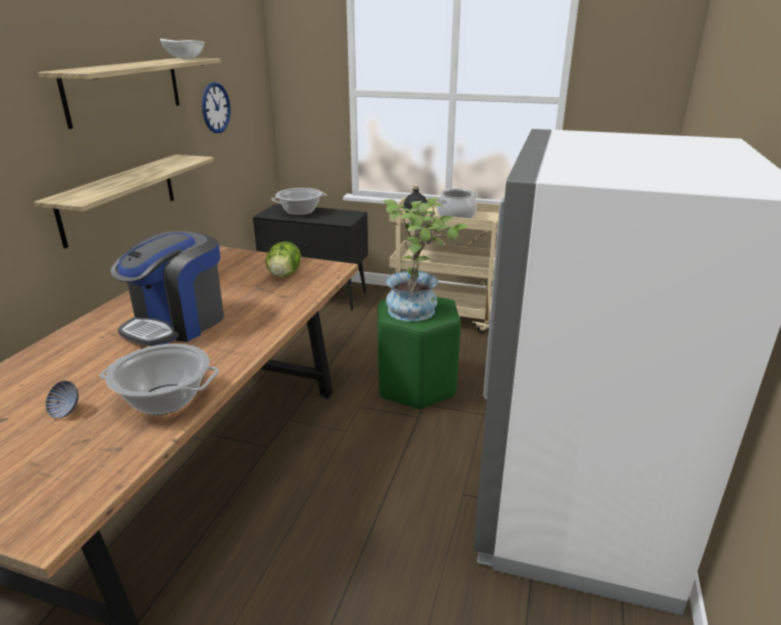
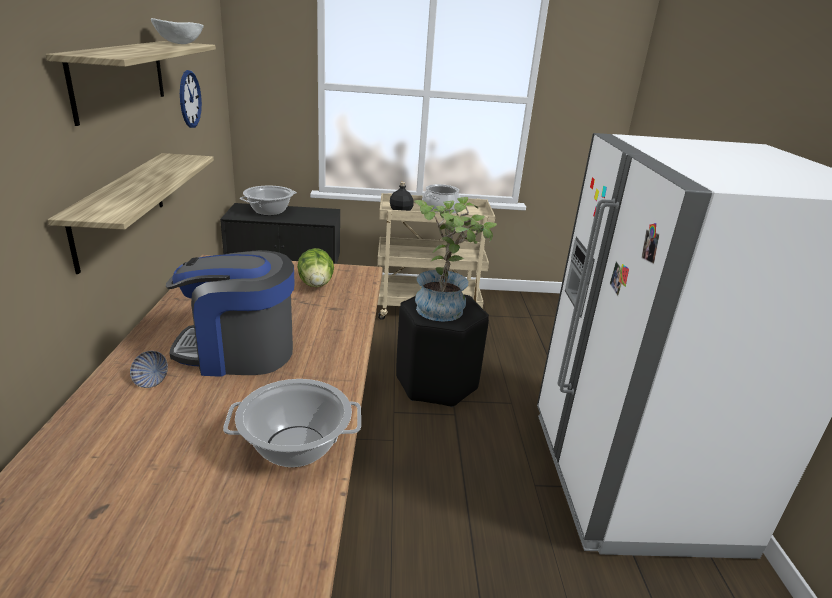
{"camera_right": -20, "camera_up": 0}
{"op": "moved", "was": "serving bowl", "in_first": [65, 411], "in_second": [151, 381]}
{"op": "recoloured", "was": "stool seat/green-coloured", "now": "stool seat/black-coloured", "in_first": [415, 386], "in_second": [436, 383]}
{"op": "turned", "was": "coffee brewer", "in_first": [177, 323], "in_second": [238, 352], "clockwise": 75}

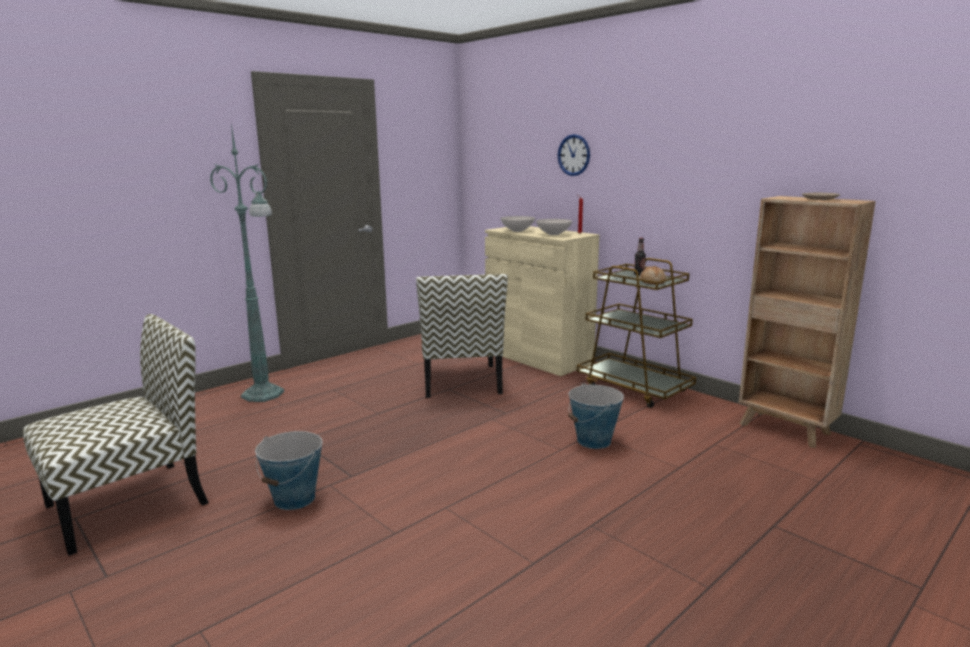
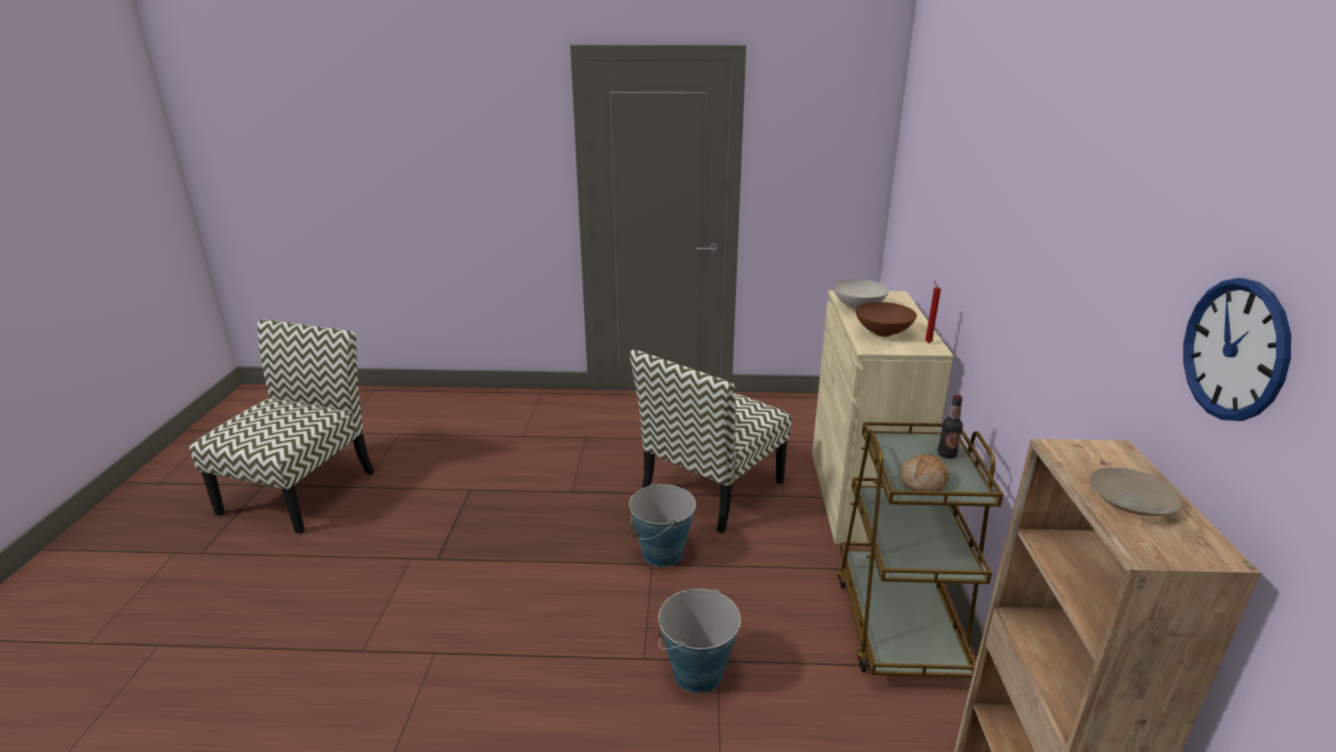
{"camera_right": 45, "camera_up": 10}
{"op": "removed", "was": "standard lamp/green-coloured", "in_first": [264, 395]}
{"op": "moved", "was": "water bucket", "in_first": [295, 499], "in_second": [662, 553]}
{"op": "moved", "was": "wall clock", "in_first": [574, 155], "in_second": [1235, 349]}
{"op": "recoloured", "was": "serving bowl/white-coloured", "now": "serving bowl/brown-coloured", "in_first": [553, 234], "in_second": [883, 332]}
{"op": "turned", "was": "chair", "in_first": [130, 503], "in_second": [300, 490], "clockwise": -75}

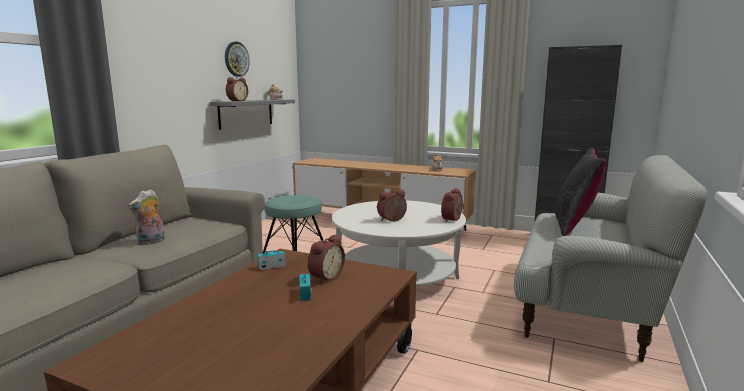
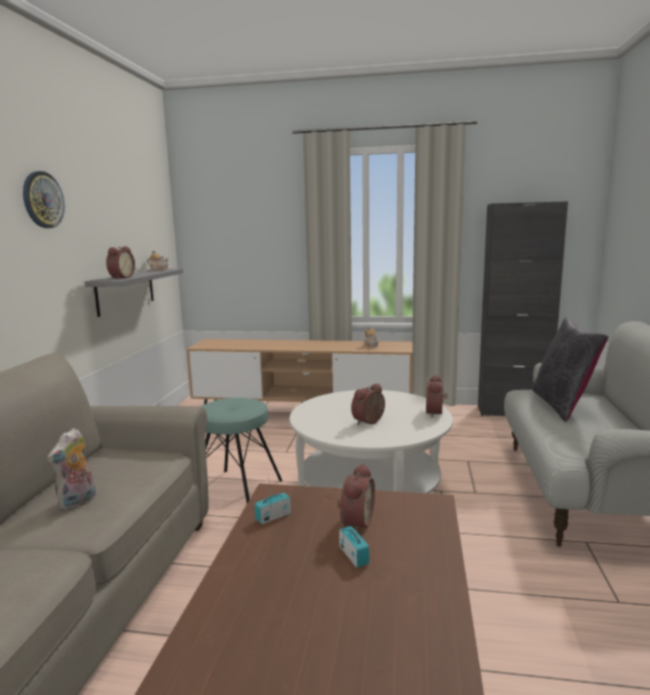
{"camera_right": -15, "camera_up": 0}
{"op": "moved", "was": "wall clock", "in_first": [236, 59], "in_second": [42, 200]}

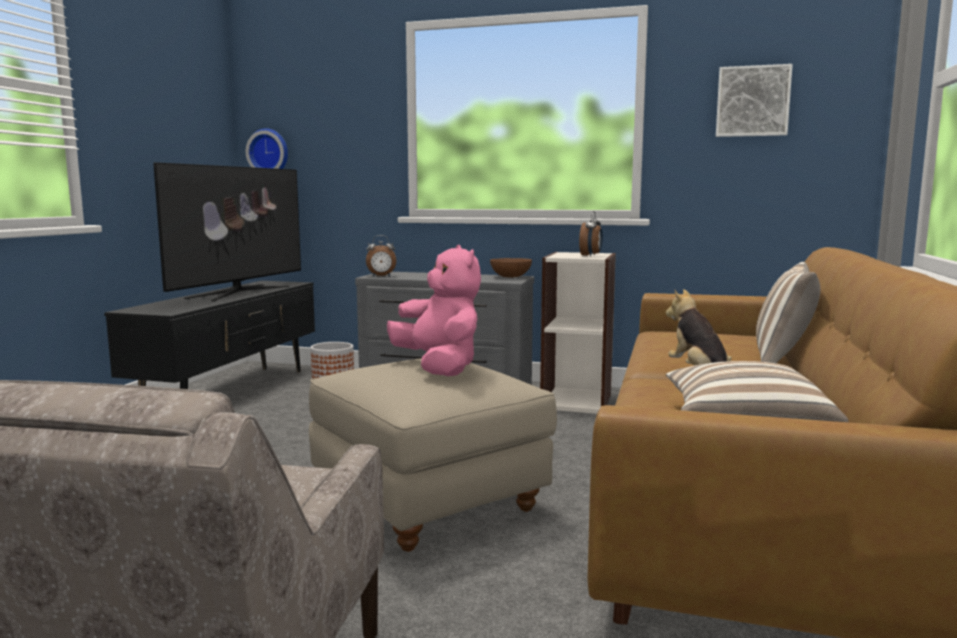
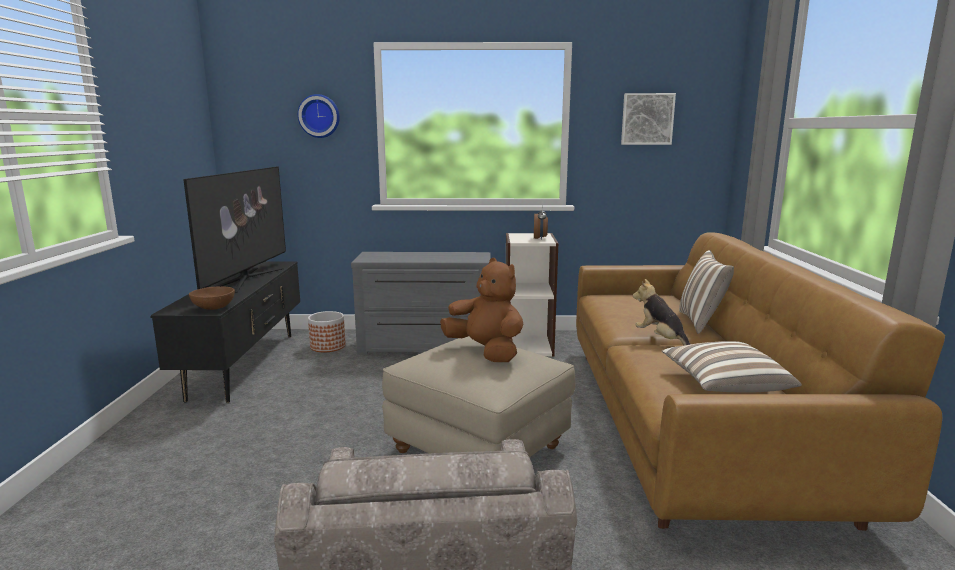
{"camera_right": -15, "camera_up": 5}
{"op": "removed", "was": "table clock", "in_first": [381, 276]}
{"op": "moved", "was": "wall clock", "in_first": [269, 153], "in_second": [319, 116]}
{"op": "moved", "was": "serving bowl/brown-coloured", "in_first": [511, 277], "in_second": [214, 308]}
{"op": "recoloured", "was": "plush toy/pink", "now": "plush toy/brown-coloured", "in_first": [439, 367], "in_second": [486, 352]}

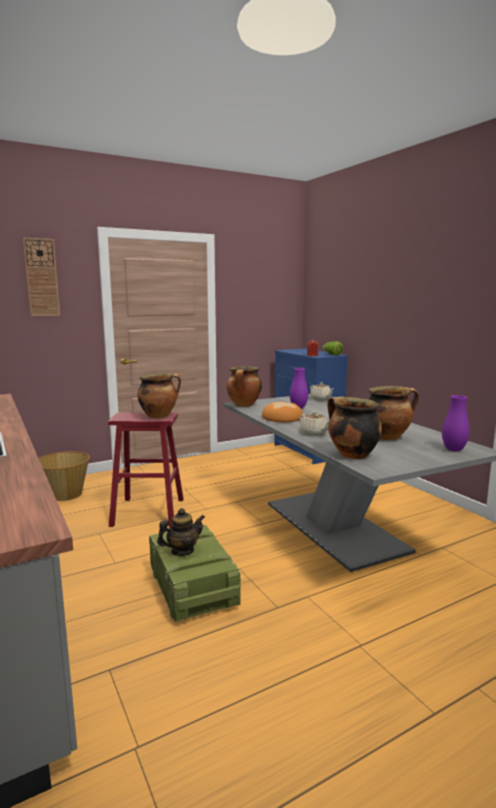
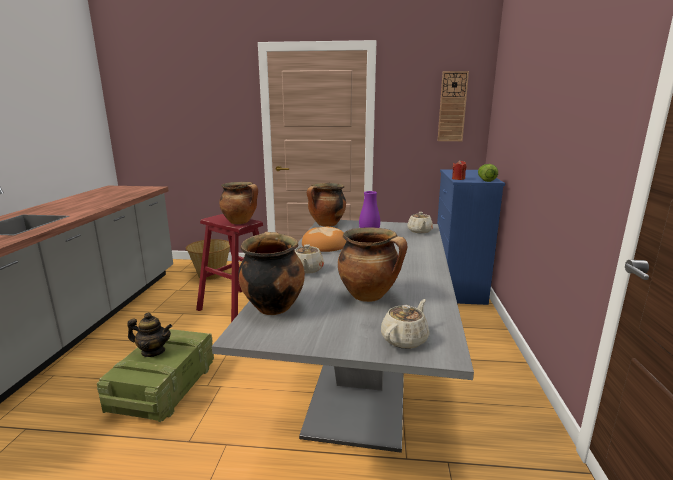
{"camera_right": 35, "camera_up": 5}
{"op": "moved", "was": "wall clock", "in_first": [41, 277], "in_second": [452, 107]}
{"op": "replaced", "was": "flower vase/purplish", "now": "pot for tea/beige", "in_first": [453, 450], "in_second": [405, 339]}

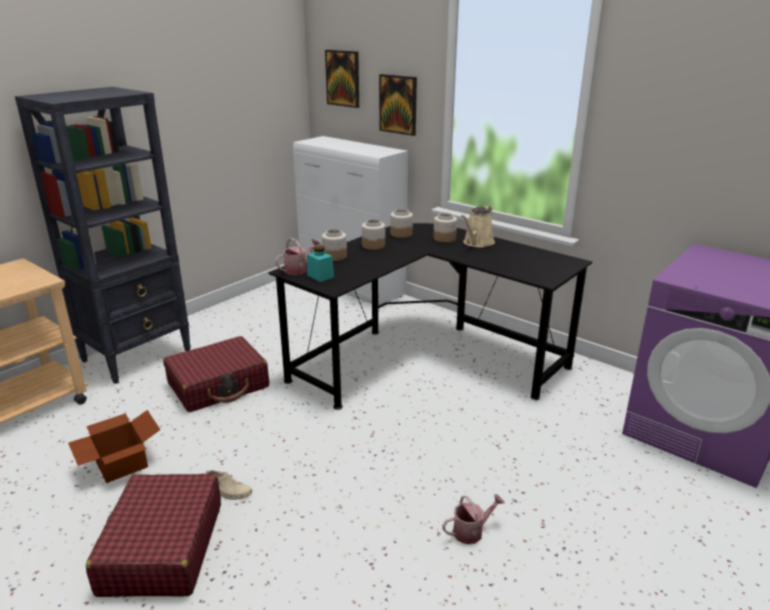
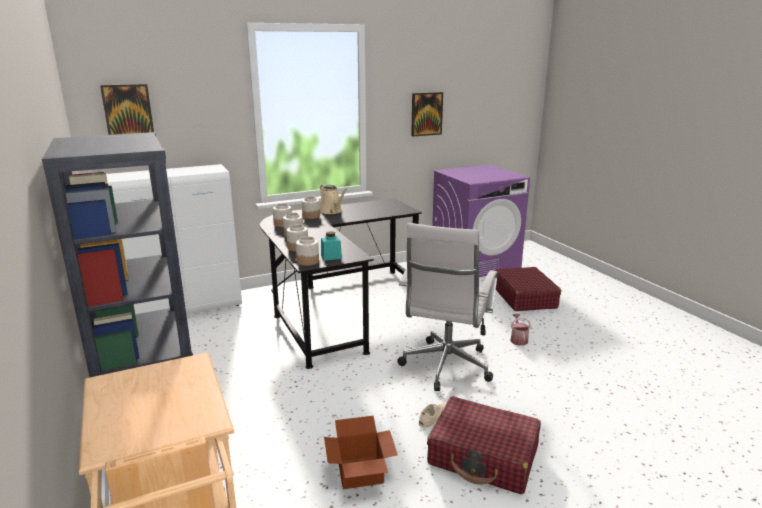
{"camera_right": -65, "camera_up": -5}
{"op": "added", "now": "computer chair/white-coloured", "in_second": [445, 368]}
{"op": "moved", "was": "travel case/red-coloured", "in_first": [219, 385], "in_second": [524, 298]}
{"op": "moved", "was": "picture", "in_first": [398, 104], "in_second": [426, 114]}
{"op": "replaced", "was": "sprinkling can", "now": "jar", "in_first": [298, 269], "in_second": [308, 261]}

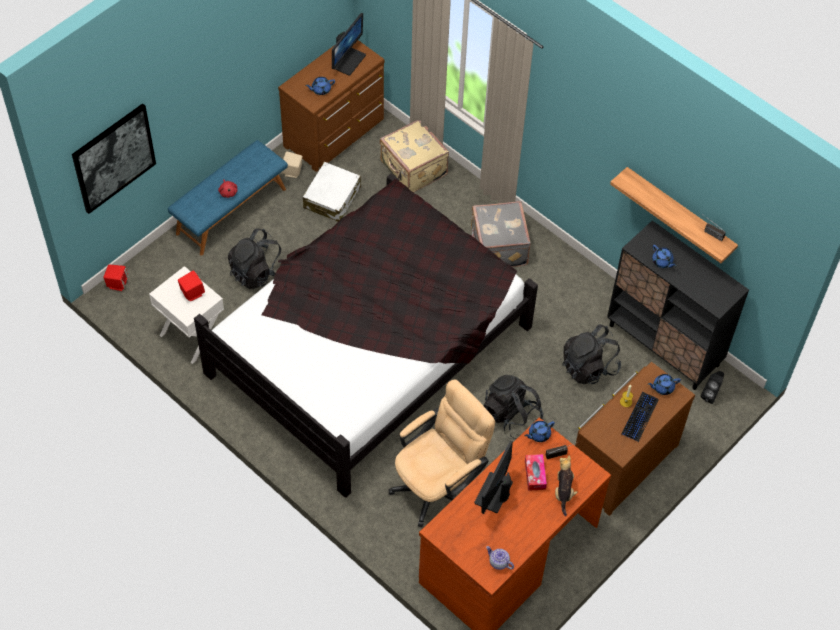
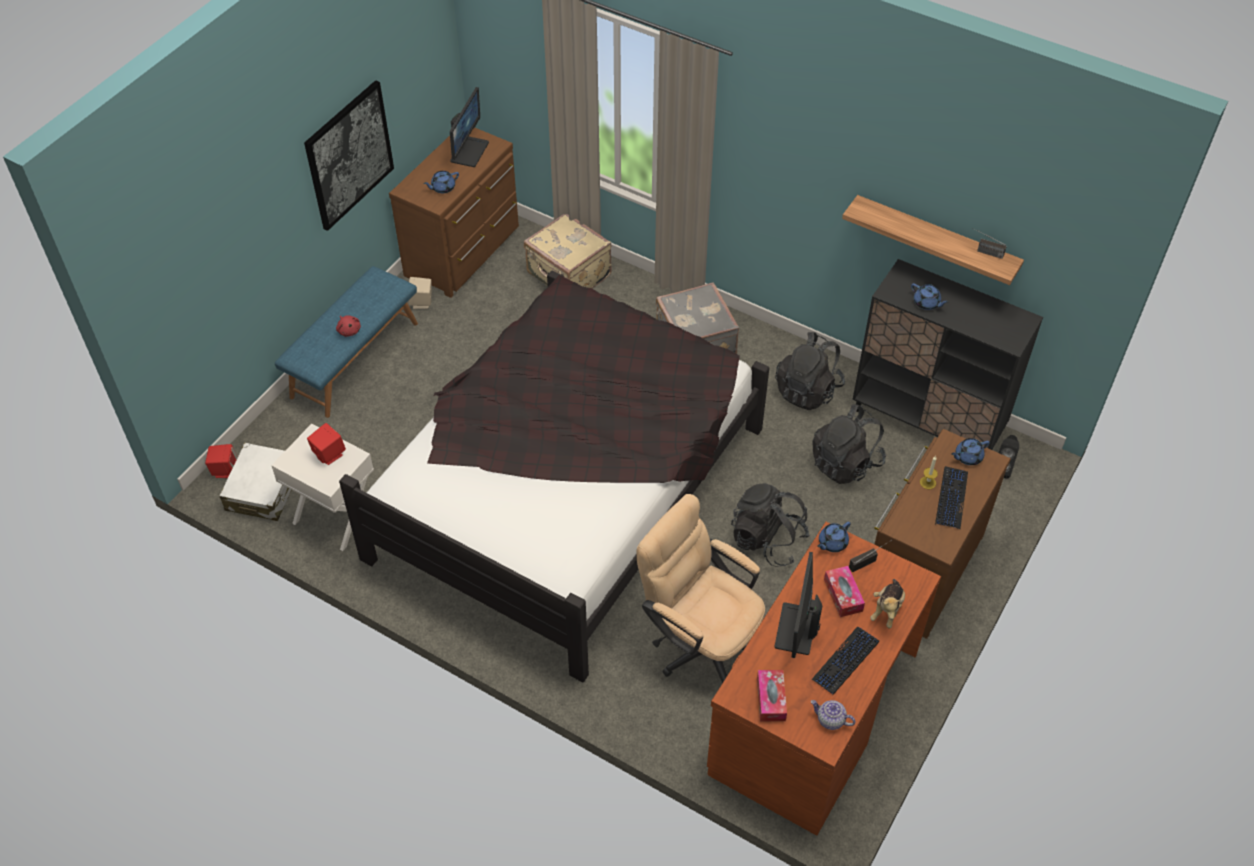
{"camera_right": -10, "camera_up": -5}
{"op": "added", "now": "tissue holder", "in_second": [771, 699]}
{"op": "added", "now": "PC keyboard", "in_second": [845, 661]}
{"op": "moved", "was": "picture", "in_first": [113, 158], "in_second": [349, 155]}
{"op": "moved", "was": "backpack/black-coloured", "in_first": [257, 272], "in_second": [808, 390]}
{"op": "moved", "was": "travel case/white-coloured", "in_first": [332, 198], "in_second": [264, 489]}
{"op": "turned", "was": "computer chair/beige", "in_first": [439, 484], "in_second": [700, 642], "clockwise": -90}
{"op": "turned", "was": "plush toy", "in_first": [563, 491], "in_second": [887, 609], "clockwise": -150}

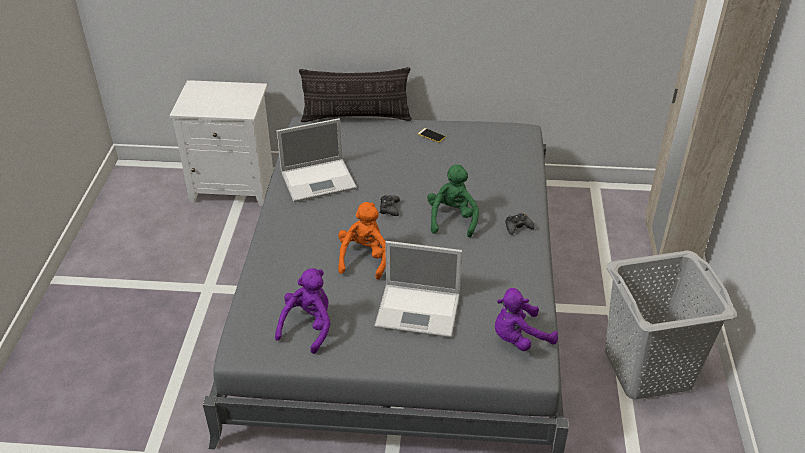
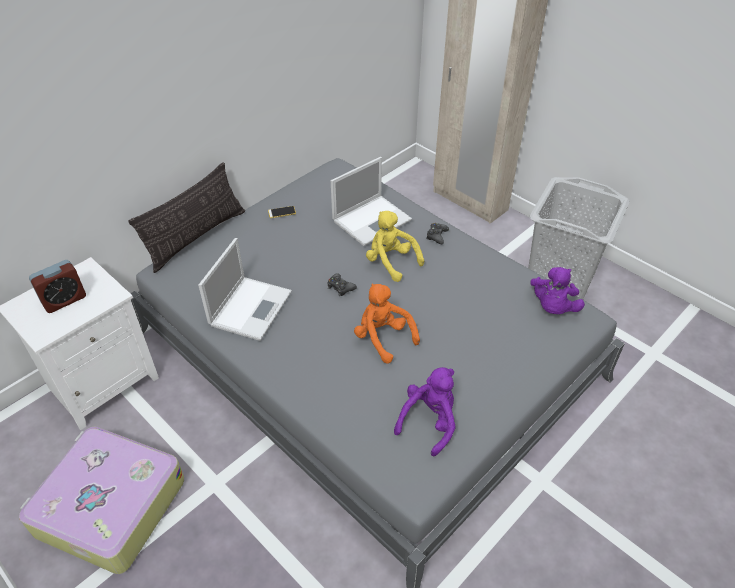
{"camera_right": -50, "camera_up": 5}
{"op": "added", "now": "travel case", "in_second": [109, 507]}
{"op": "added", "now": "table clock", "in_second": [64, 300]}
{"op": "moved", "was": "portable computer", "in_first": [419, 310], "in_second": [372, 219]}
{"op": "recoloured", "was": "plush toy/green-coloured", "now": "plush toy/yellow", "in_first": [452, 219], "in_second": [391, 262]}
{"op": "turned", "was": "plush toy/purplish", "in_first": [308, 326], "in_second": [429, 422], "clockwise": 60}

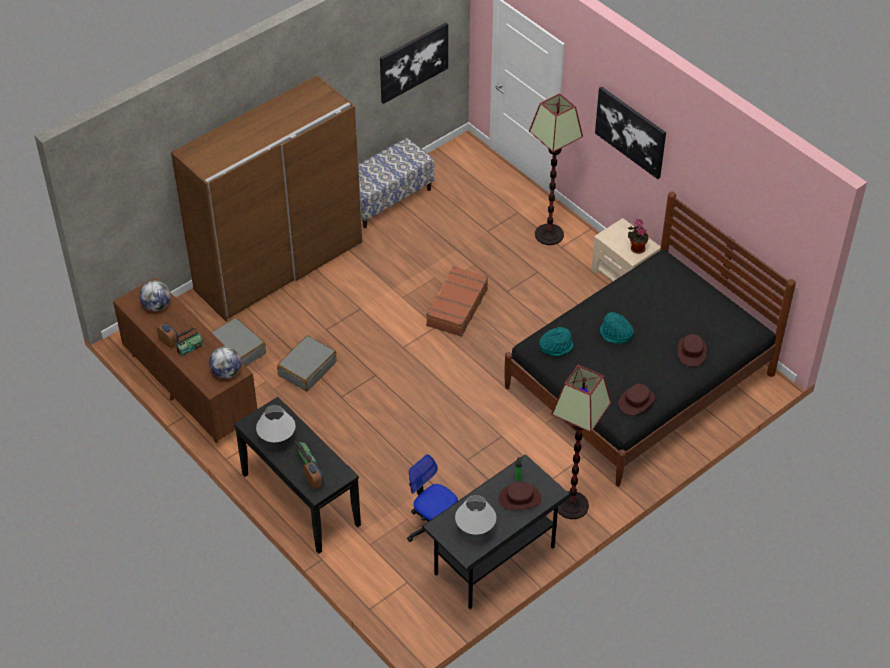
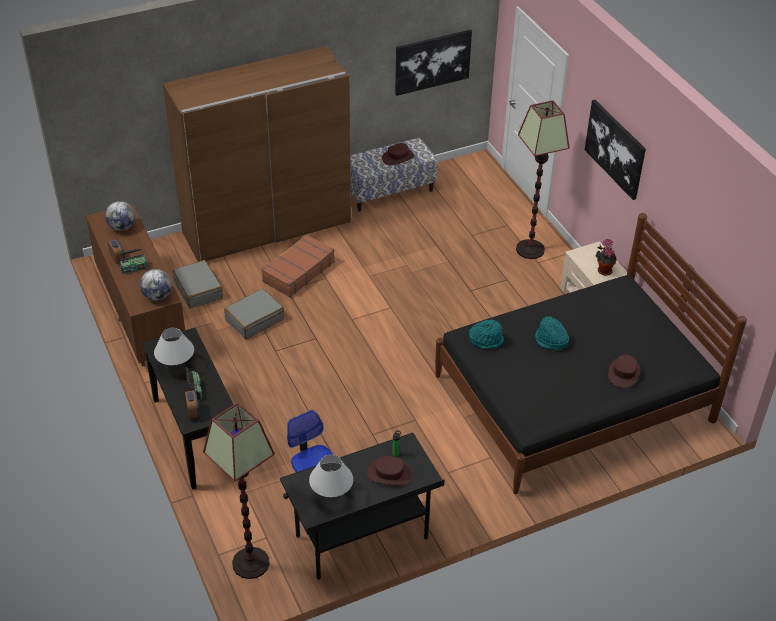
{"camera_right": 15, "camera_up": -5}
{"op": "moved", "was": "travel case/brown-coloured", "in_first": [456, 307], "in_second": [298, 272]}
{"op": "moved", "was": "standard lamp", "in_first": [572, 506], "in_second": [250, 563]}
{"op": "moved", "was": "clothing hat/brown-coloured", "in_first": [636, 401], "in_second": [398, 157]}

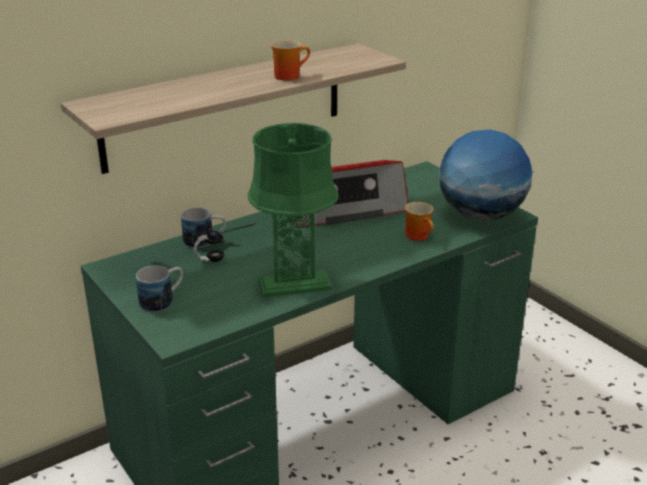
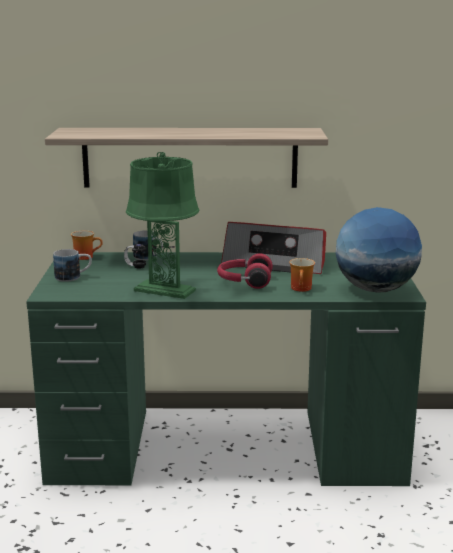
{"camera_right": 35, "camera_up": -10}
{"op": "added", "now": "headphones/red-coloured", "in_second": [244, 282]}
{"op": "moved", "was": "mug", "in_first": [288, 75], "in_second": [86, 256]}

